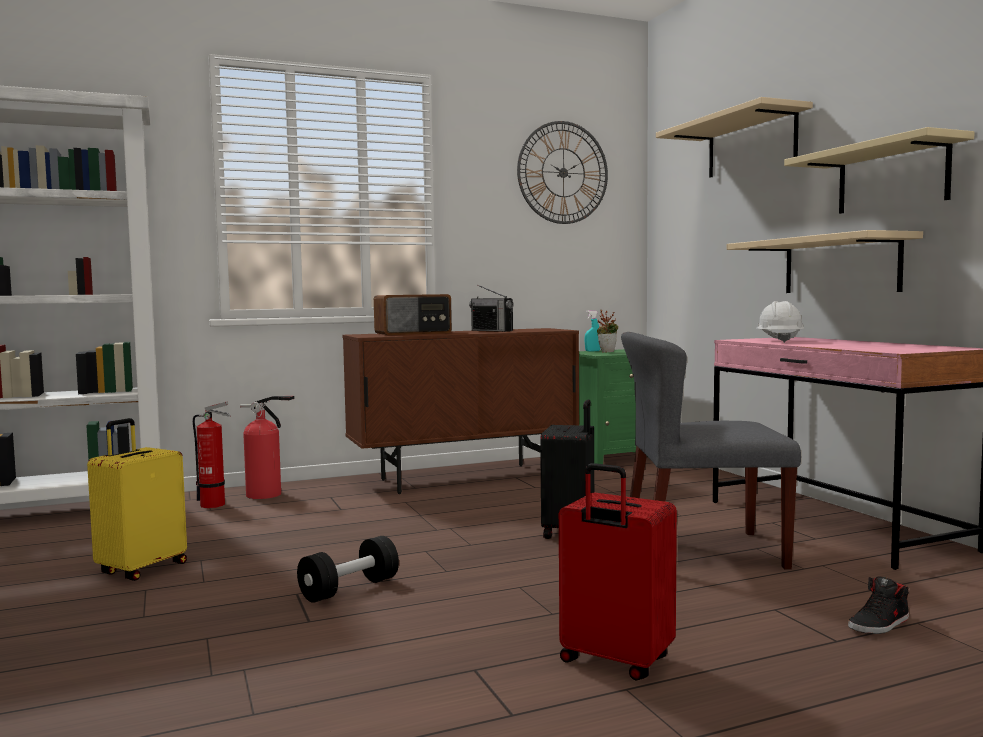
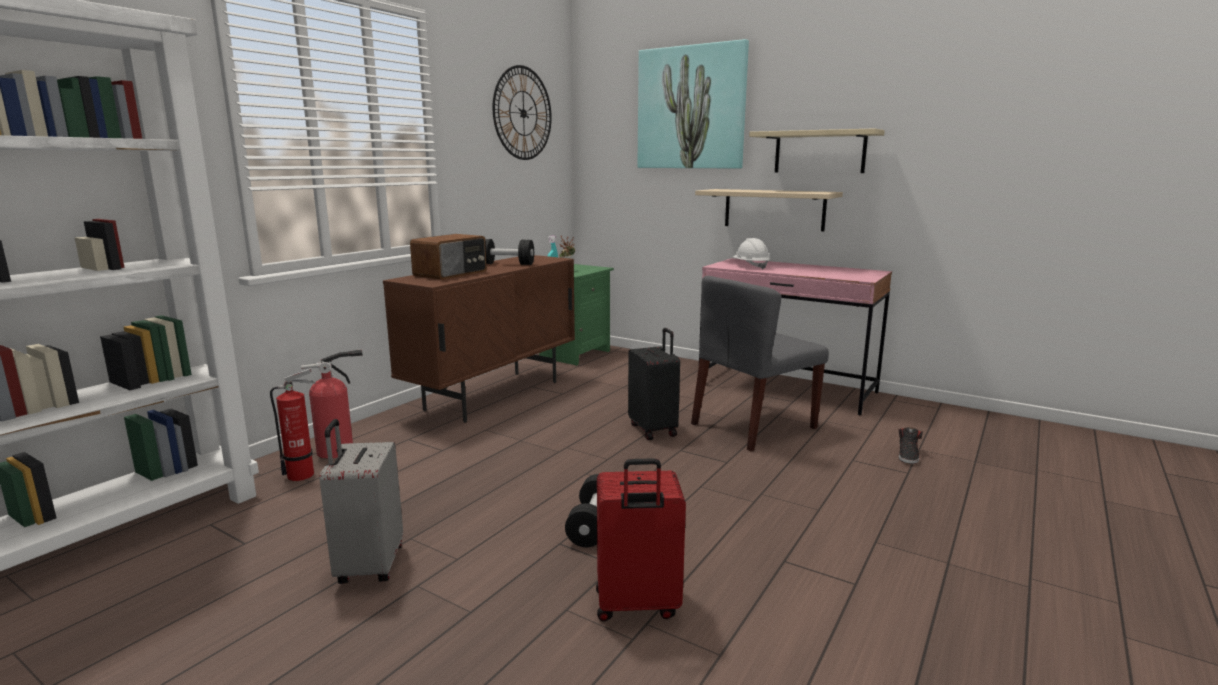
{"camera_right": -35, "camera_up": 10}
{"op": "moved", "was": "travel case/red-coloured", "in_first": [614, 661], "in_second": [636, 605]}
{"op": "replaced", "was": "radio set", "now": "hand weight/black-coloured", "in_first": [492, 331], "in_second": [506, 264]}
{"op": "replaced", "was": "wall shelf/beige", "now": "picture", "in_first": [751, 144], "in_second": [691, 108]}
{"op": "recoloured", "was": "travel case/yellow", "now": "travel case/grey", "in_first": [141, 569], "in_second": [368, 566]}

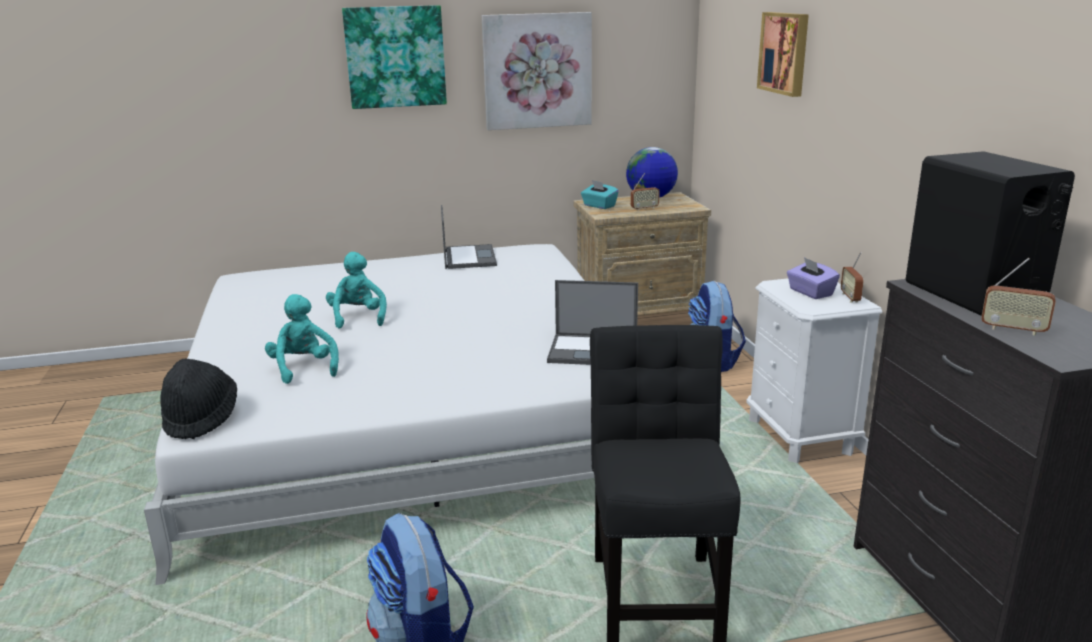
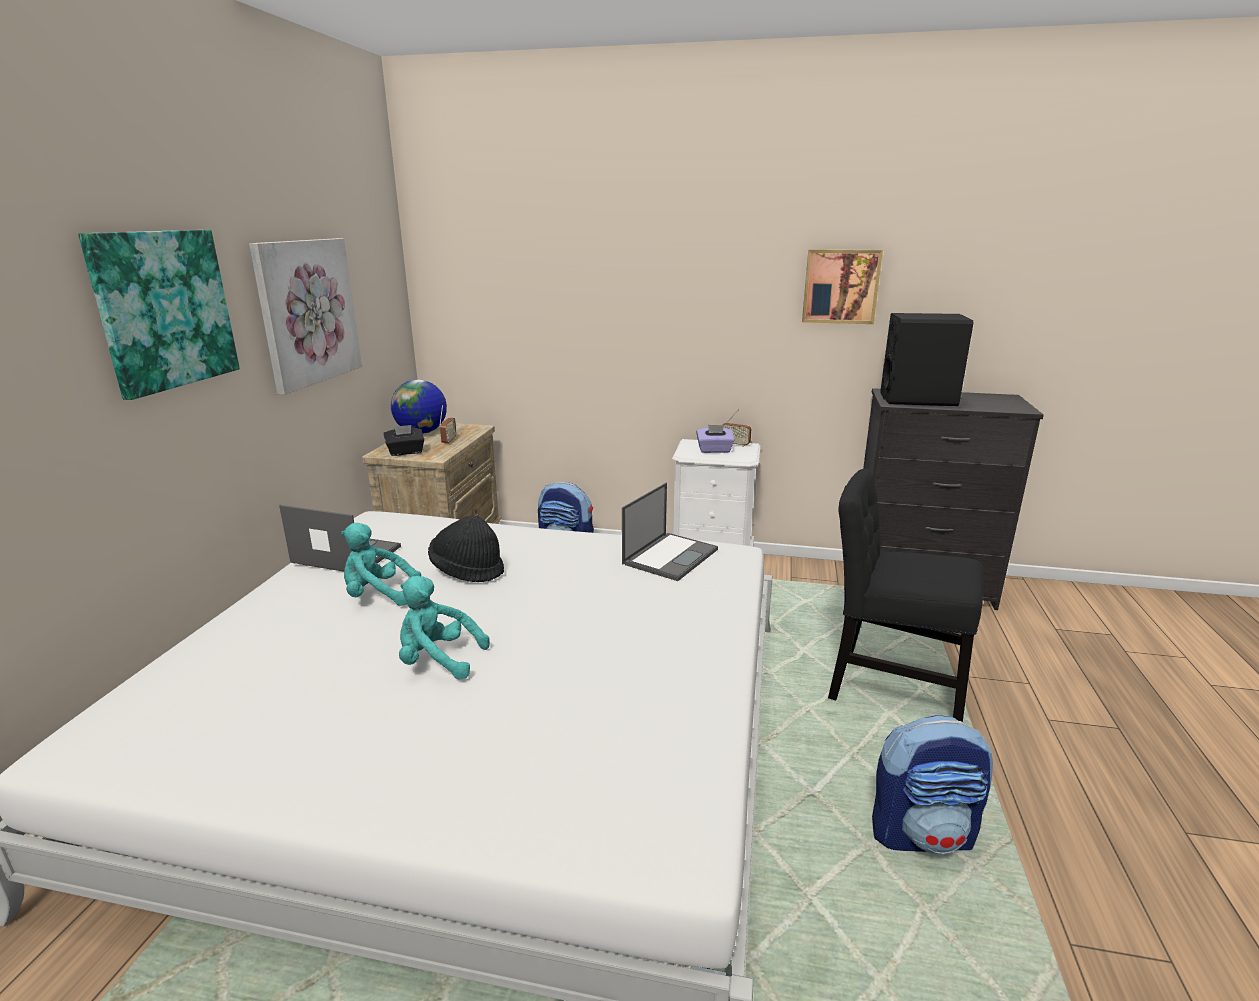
{"camera_right": -65, "camera_up": 0}
{"op": "removed", "was": "radio set", "in_first": [1013, 329]}
{"op": "moved", "was": "clothing hat/black-coloured", "in_first": [201, 419], "in_second": [467, 570]}
{"op": "moved", "was": "plush toy/turquoise", "in_first": [304, 368], "in_second": [378, 595]}
{"op": "moved", "was": "picture", "in_first": [785, 53], "in_second": [840, 286]}
{"op": "recoloured", "was": "tissue holder/turquoise", "now": "tissue holder/black-coloured", "in_first": [599, 206], "in_second": [405, 452]}

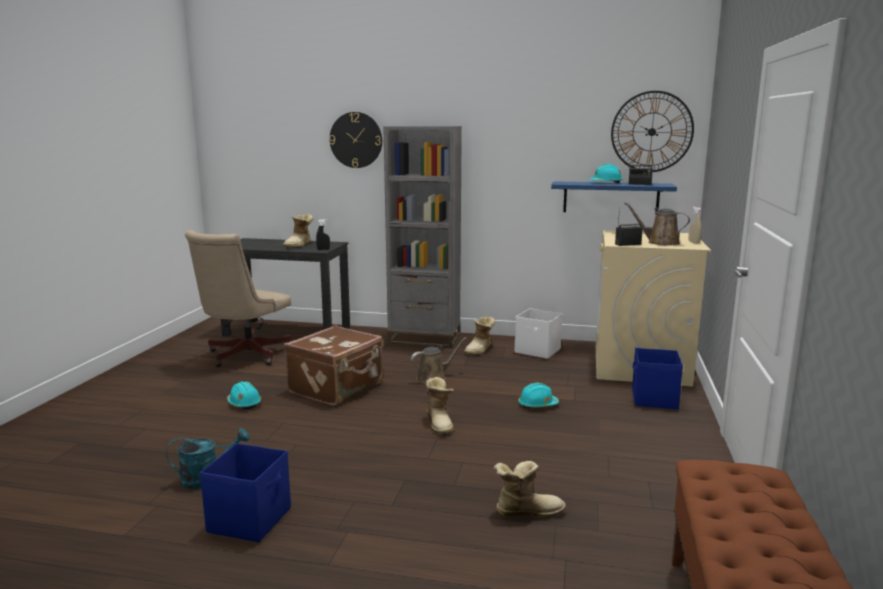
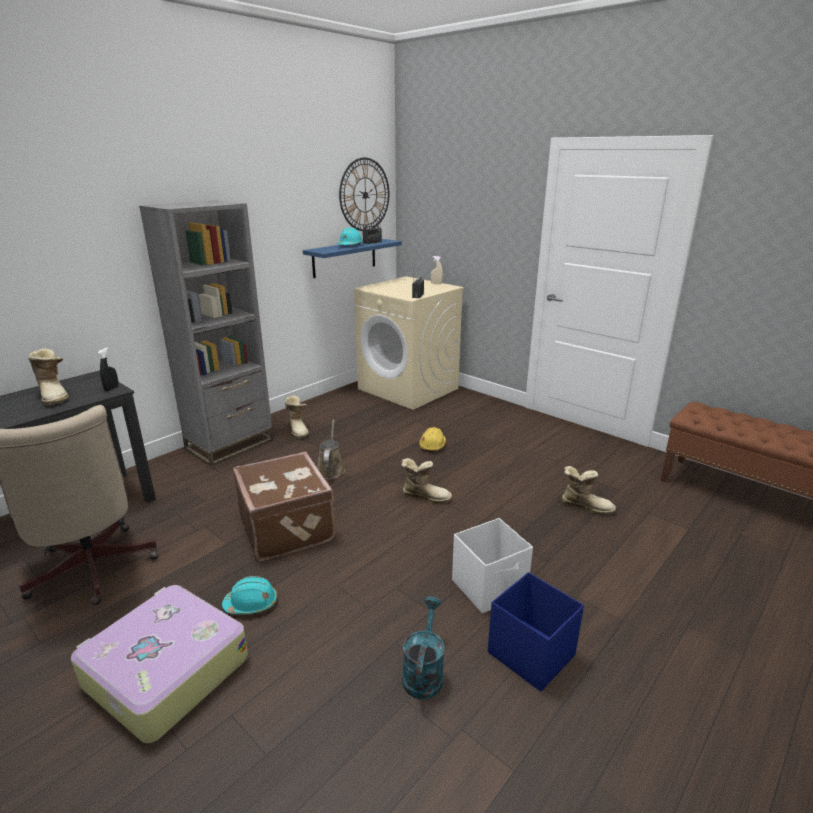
{"camera_right": -60, "camera_up": 10}
{"op": "removed", "was": "wall clock", "in_first": [356, 140]}
{"op": "removed", "was": "sprinkling can/brown-coloured", "in_first": [660, 243]}
{"op": "removed", "was": "storage container/bluish", "in_first": [654, 399]}
{"op": "added", "now": "travel case", "in_second": [165, 671]}
{"op": "moved", "was": "storage container/white-coloured", "in_first": [538, 351], "in_second": [490, 587]}
{"op": "recoloured", "was": "work helmet/turquoise", "now": "work helmet/yellow", "in_first": [537, 405], "in_second": [432, 445]}
{"op": "turned", "was": "boot", "in_first": [527, 511], "in_second": [585, 505], "clockwise": 90}

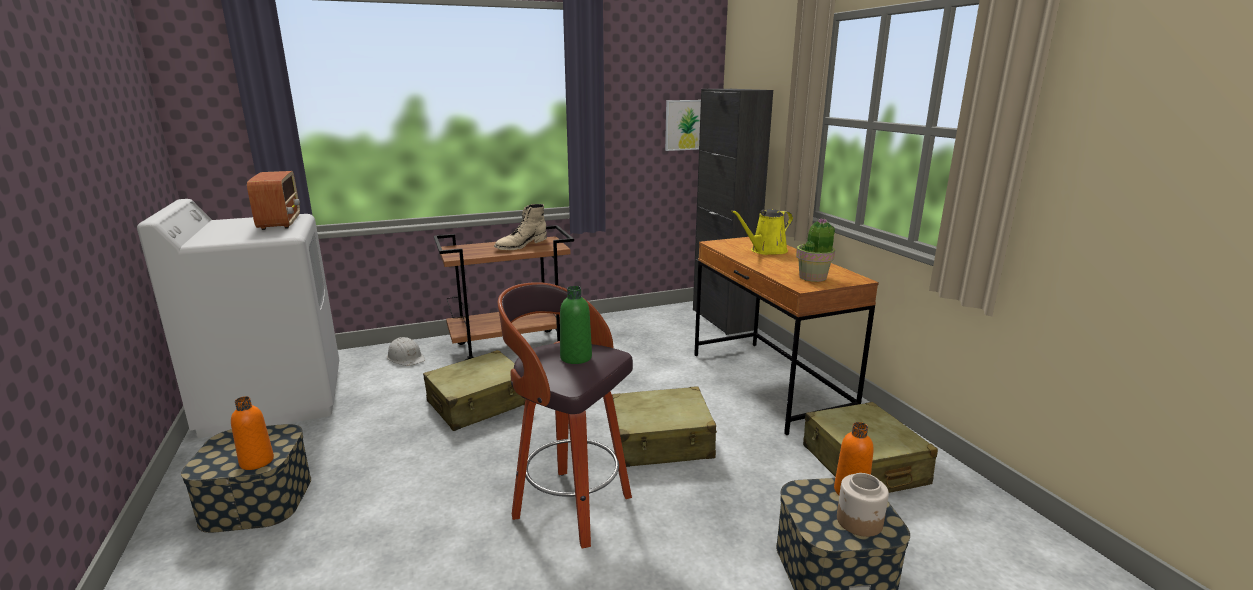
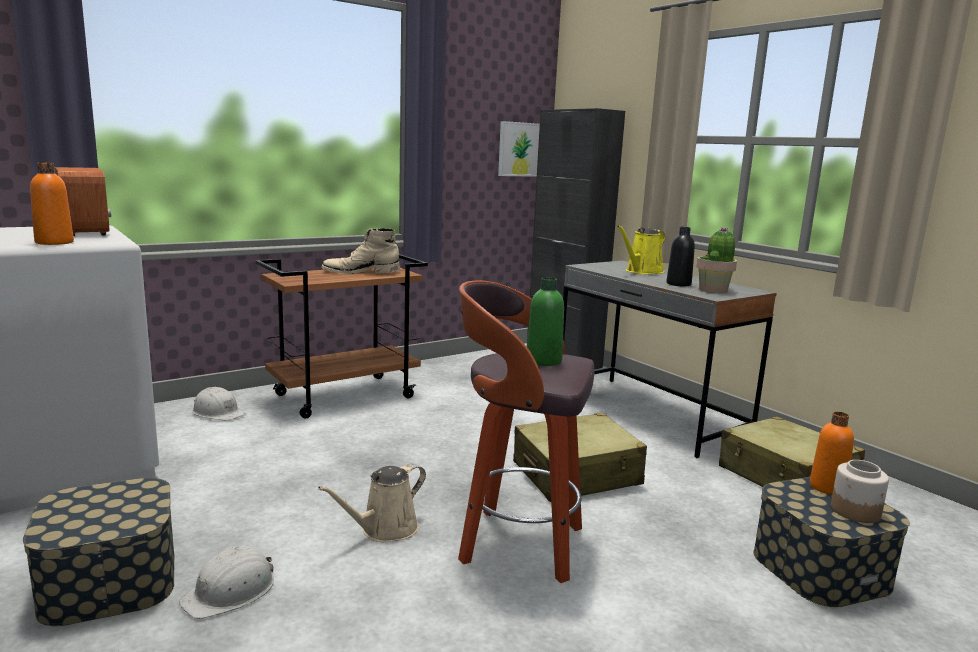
{"camera_right": -15, "camera_up": -5}
{"op": "removed", "was": "travel case/beige", "in_first": [479, 403]}
{"op": "added", "now": "work helmet/white-coloured", "in_second": [231, 591]}
{"op": "added", "now": "sprinkling can/beige", "in_second": [384, 530]}
{"op": "added", "now": "beverage bottle/black-coloured", "in_second": [678, 284]}
{"op": "moved", "was": "beverage bottle/orangey", "in_first": [257, 461], "in_second": [54, 242]}
{"op": "recoloured", "was": "desk unit/brown-coloured", "now": "desk unit/grey", "in_first": [768, 384], "in_second": [648, 414]}
{"op": "turned", "was": "boot/beige", "in_first": [520, 245], "in_second": [361, 272], "clockwise": 60}

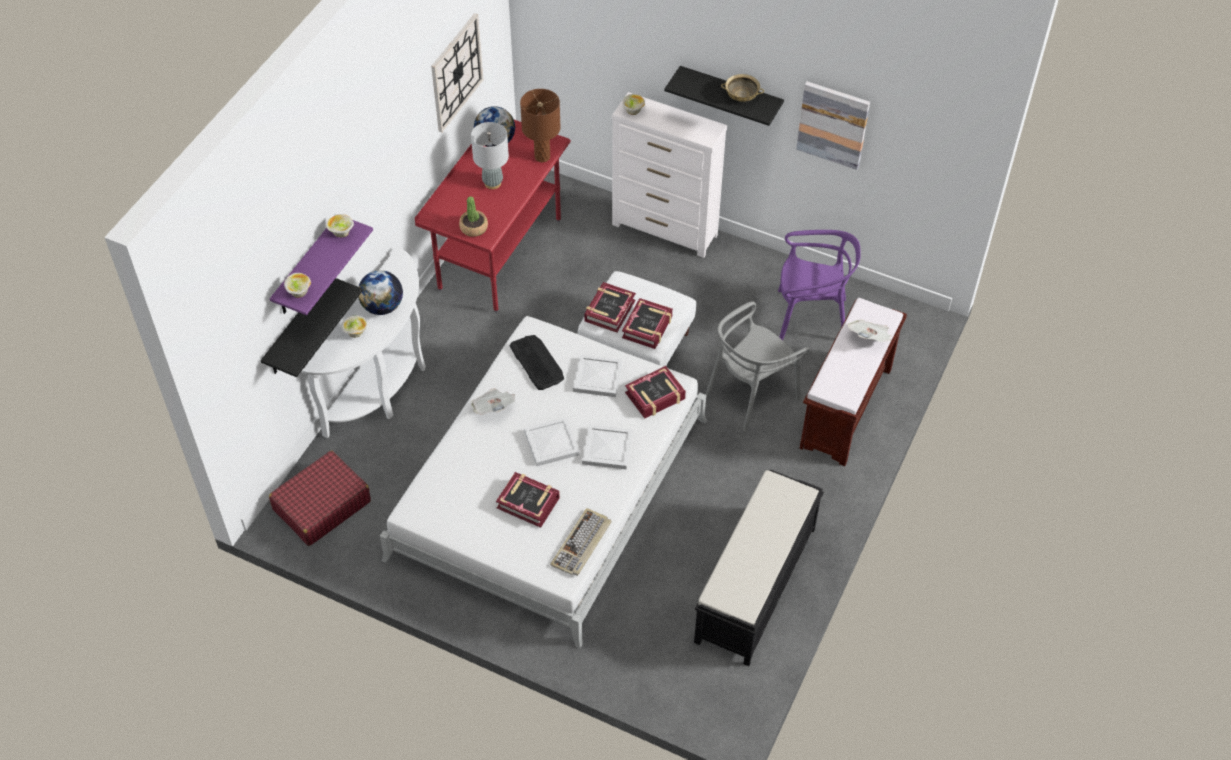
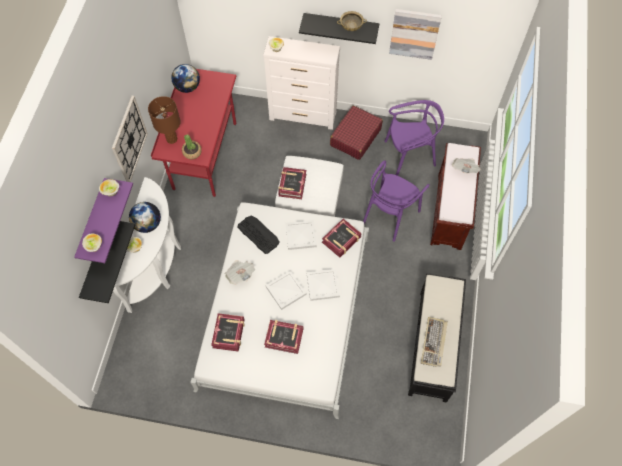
{"camera_right": -15, "camera_up": 10}
{"op": "removed", "was": "table lamp/grey", "in_first": [492, 183]}
{"op": "moved", "was": "travel case/red-coloured", "in_first": [321, 506], "in_second": [355, 137]}
{"op": "moved", "was": "wall clock", "in_first": [456, 72], "in_second": [129, 140]}
{"op": "moved", "was": "table lamp/brown-coloured", "in_first": [542, 156], "in_second": [172, 139]}
{"op": "moved", "was": "PC keyboard", "in_first": [581, 544], "in_second": [434, 343]}
{"op": "moved", "was": "bound book", "in_first": [647, 327], "in_second": [229, 333]}
{"op": "recoloured", "was": "chair/grey", "now": "chair/purplish", "in_first": [751, 394], "in_second": [390, 215]}

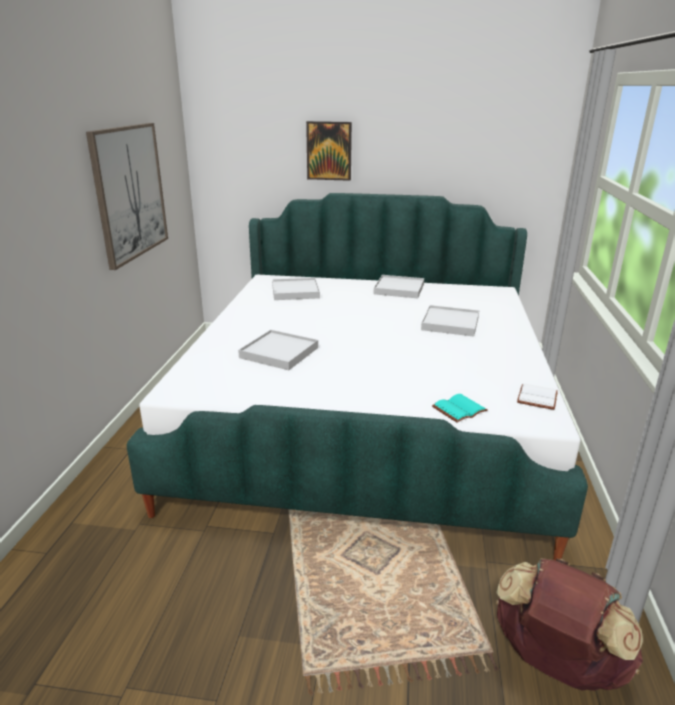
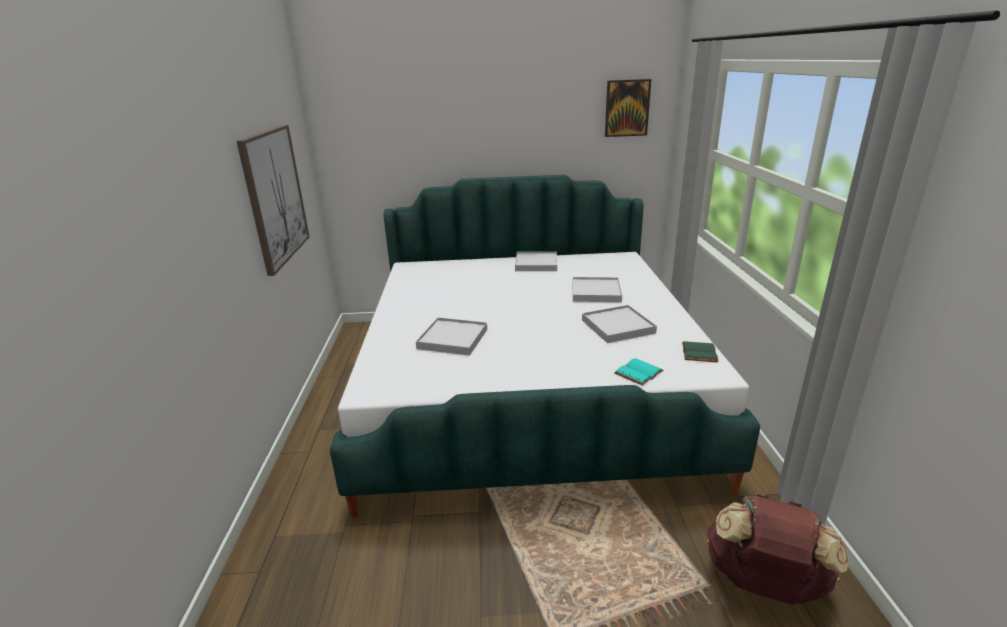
{"camera_right": -10, "camera_up": 0}
{"op": "moved", "was": "tray/white-coloured", "in_first": [295, 291], "in_second": [617, 326]}
{"op": "moved", "was": "picture", "in_first": [329, 151], "in_second": [627, 108]}
{"op": "recoloured", "was": "bound book/white-coloured", "now": "bound book/green-coloured", "in_first": [538, 398], "in_second": [700, 353]}

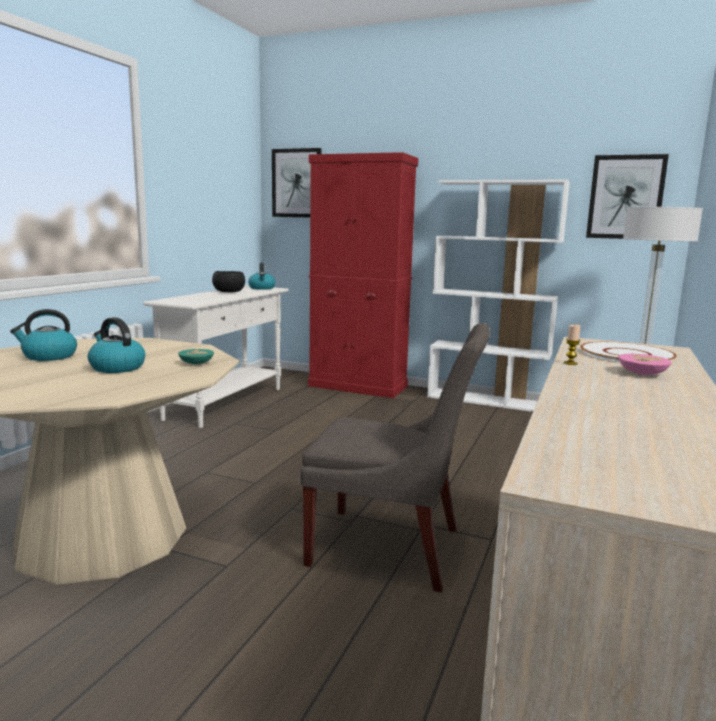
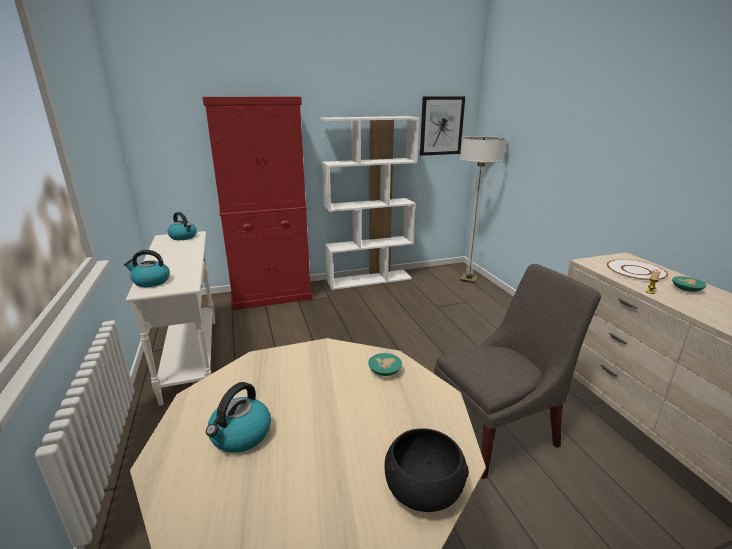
{"camera_right": -40, "camera_up": 10}
{"op": "removed", "was": "picture", "in_first": [297, 183]}
{"op": "moved", "was": "tea kettle", "in_first": [116, 367], "in_second": [151, 281]}
{"op": "moved", "was": "serving bowl/black-coloured", "in_first": [228, 292], "in_second": [424, 490]}
{"op": "recoloured", "was": "serving bowl/pink", "now": "serving bowl/turquoise", "in_first": [644, 373], "in_second": [687, 289]}

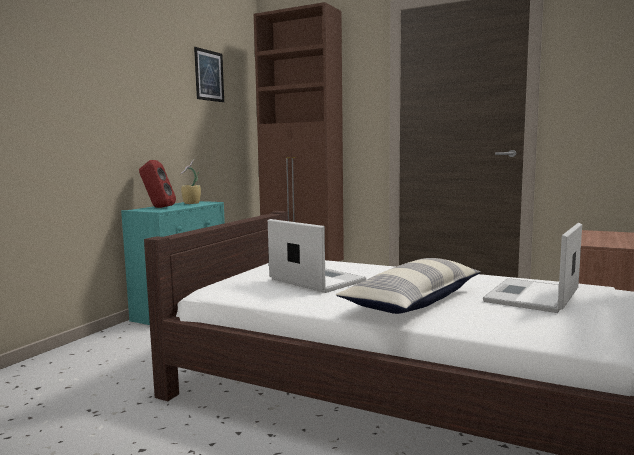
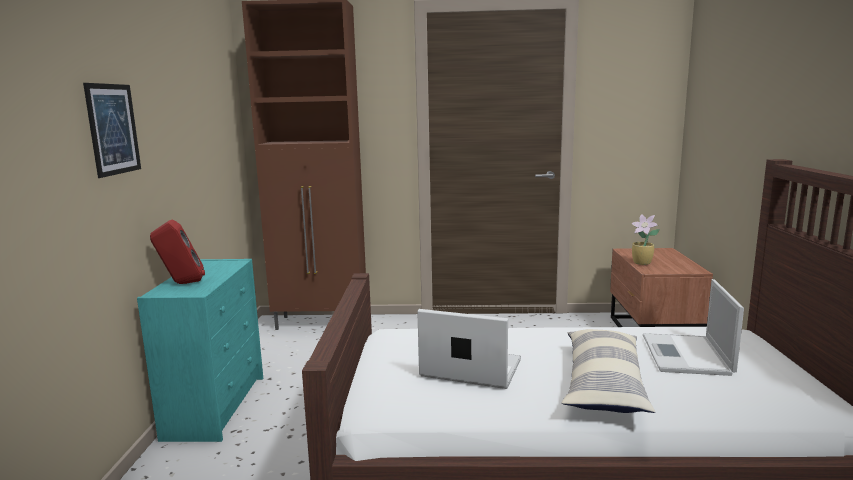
{"camera_right": -25, "camera_up": 5}
{"op": "moved", "was": "plant in a pot", "in_first": [191, 203], "in_second": [642, 263]}
{"op": "moved", "was": "picture", "in_first": [209, 75], "in_second": [113, 129]}

